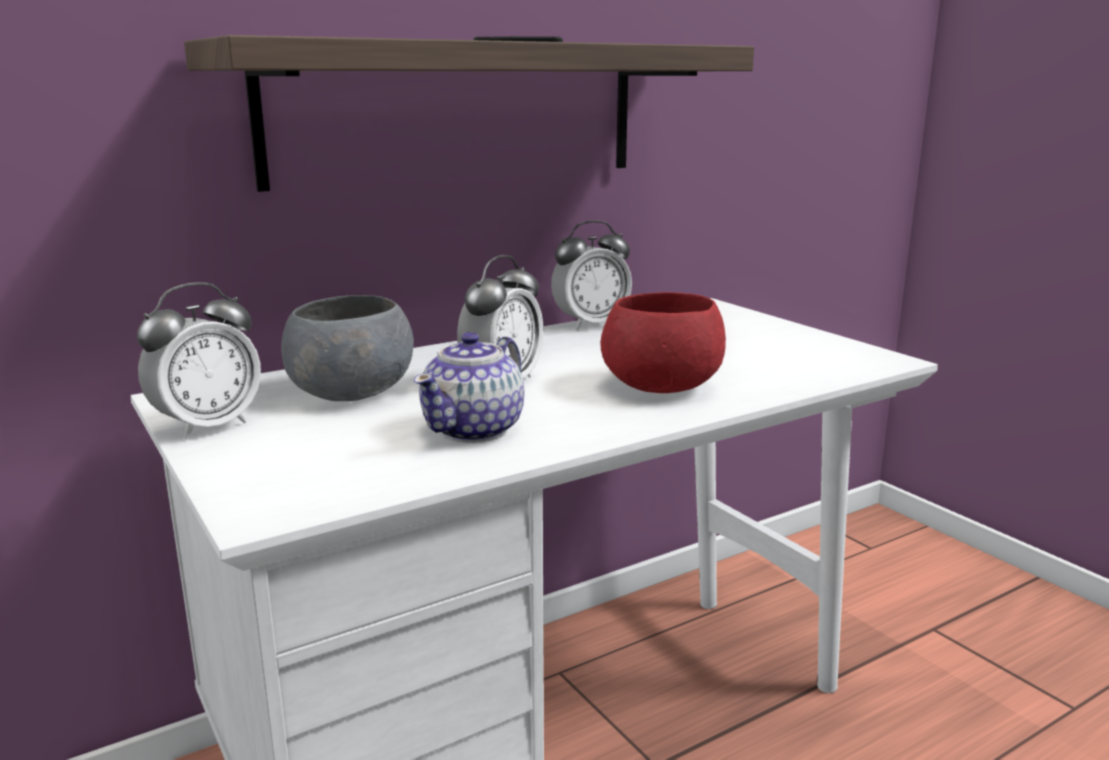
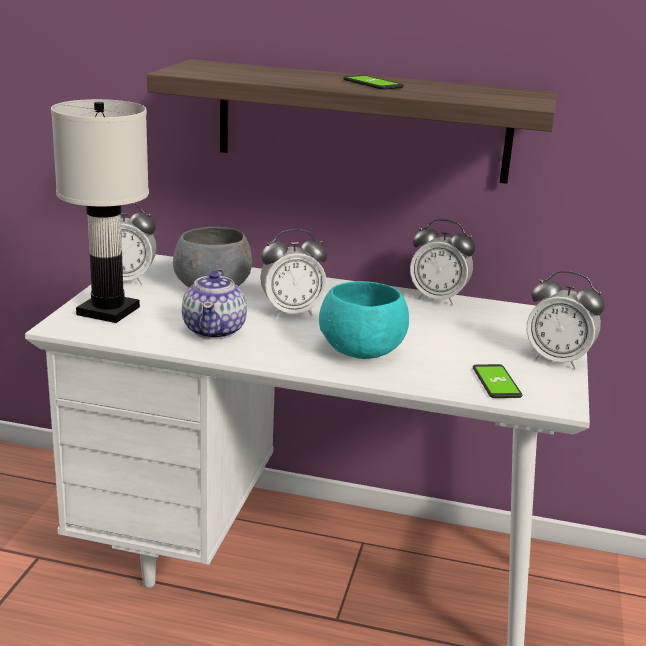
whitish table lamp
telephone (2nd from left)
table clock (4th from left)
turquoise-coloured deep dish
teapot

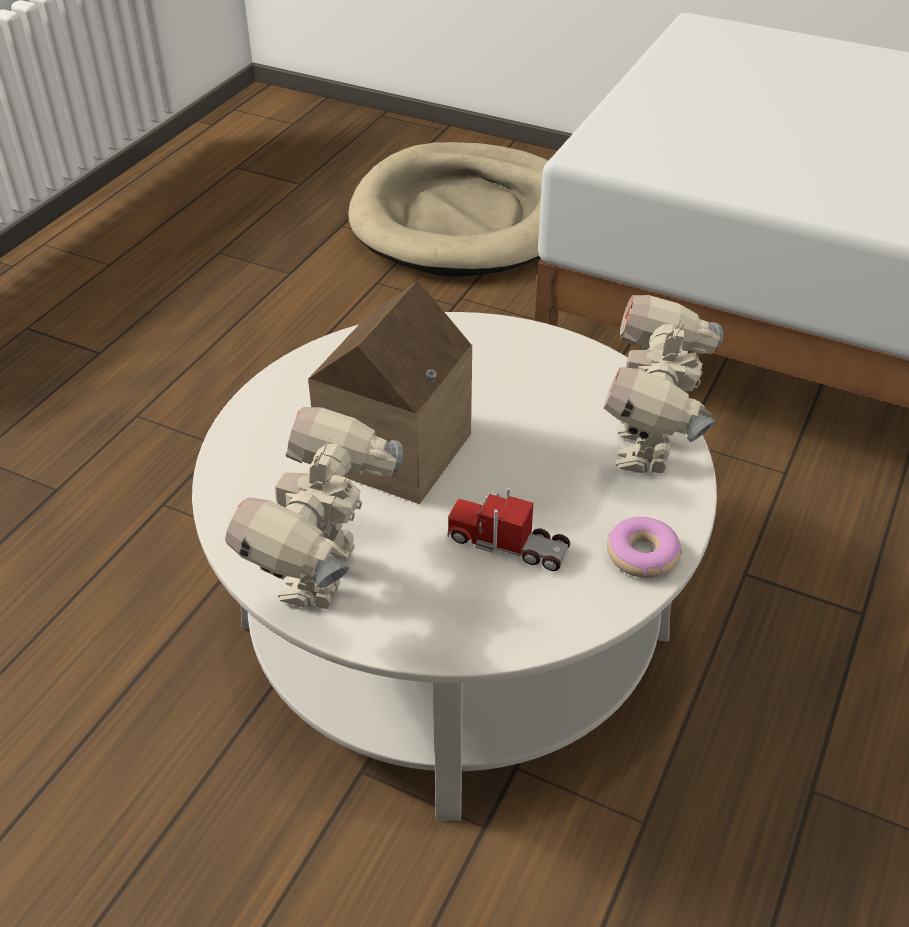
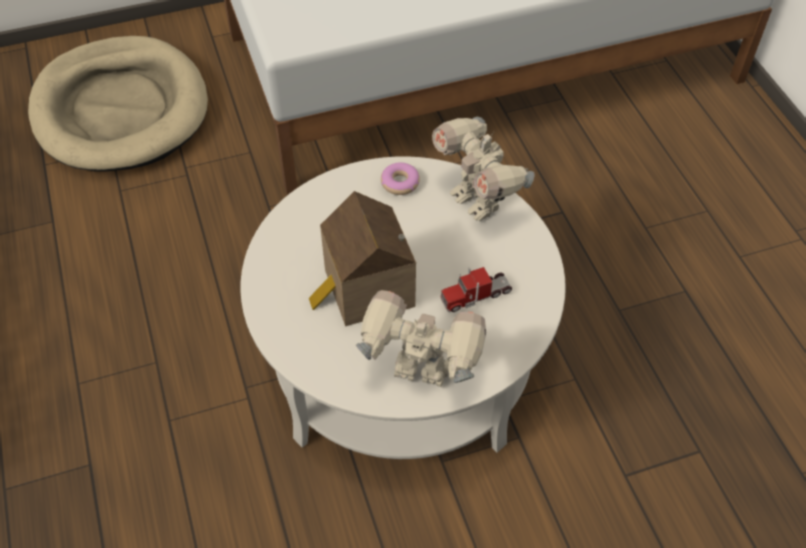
donut
toy robot (1st from left)

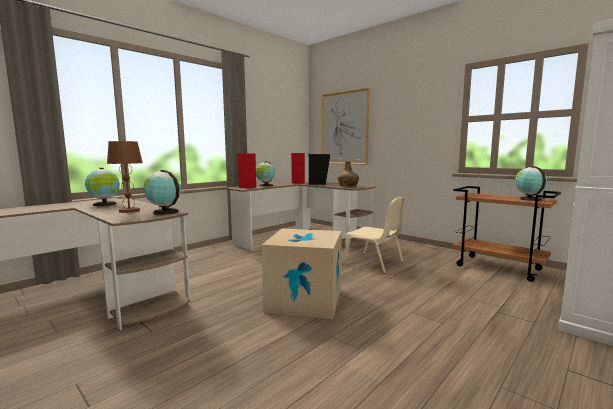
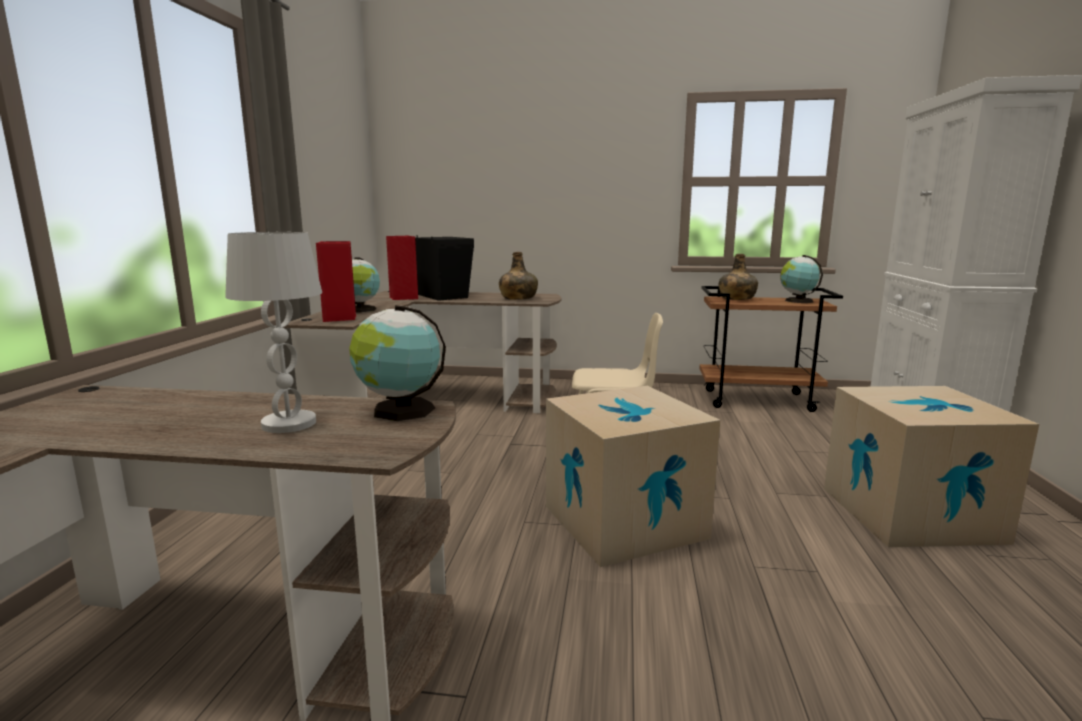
world globe (1st from left in the first image)
wall picture
green-coloured drink bottle (2nd from left)
packing box (2nd from left)
whitish table lamp

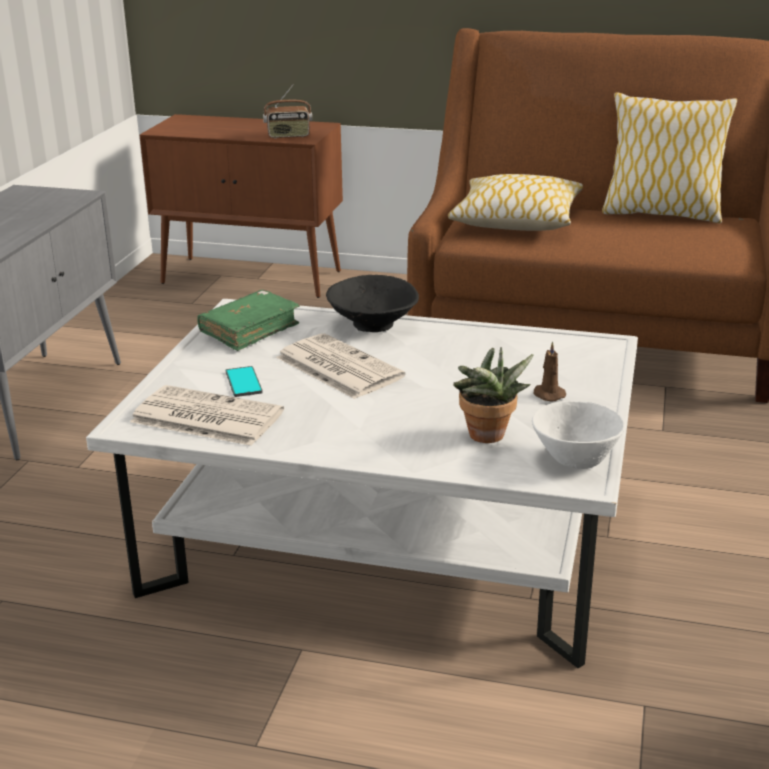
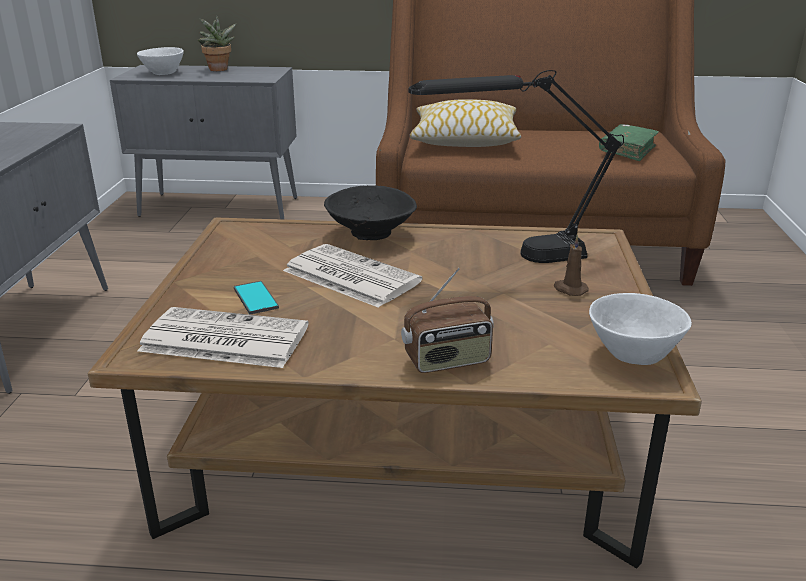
throw pillow (2nd from left in the first image)
whitish deep dish (1st from left)
black-coloured table lamp
green-coloured book
radio receiver
potted plant
brown-coloured low table
grey storage cabinet (2nd from left)

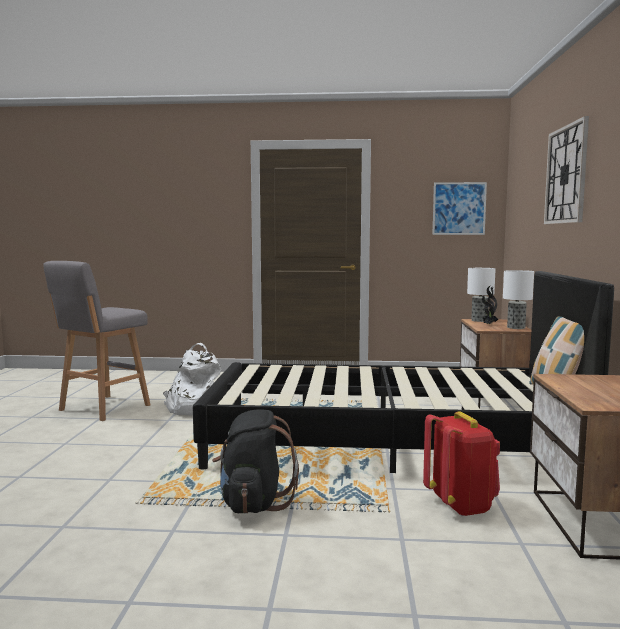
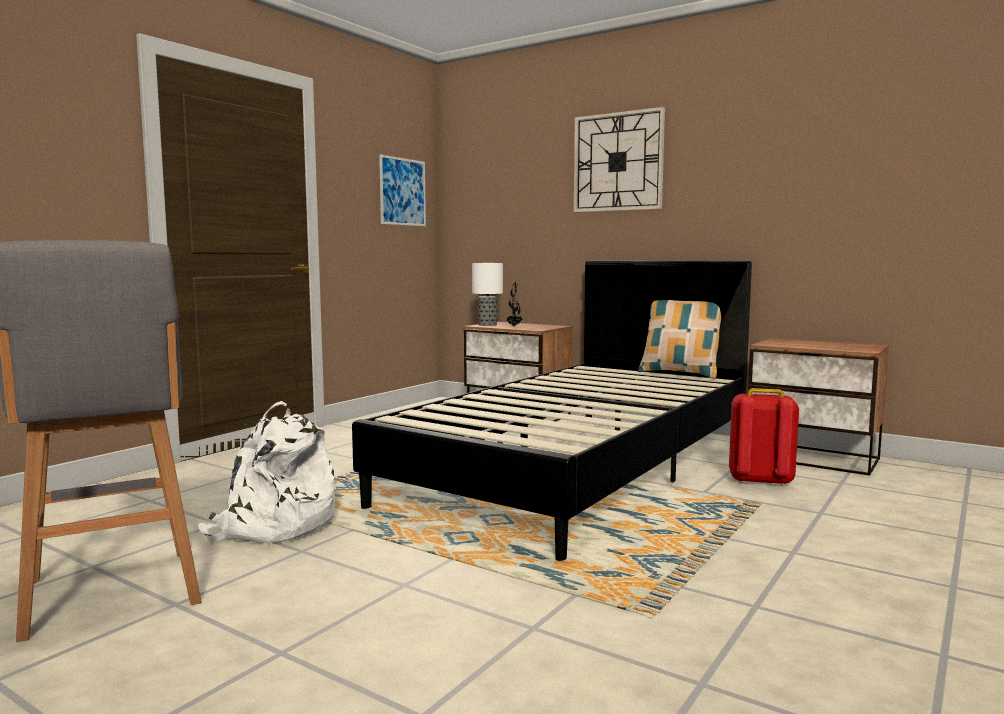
black-coloured rucksack
table lamp (2nd from left in the first image)

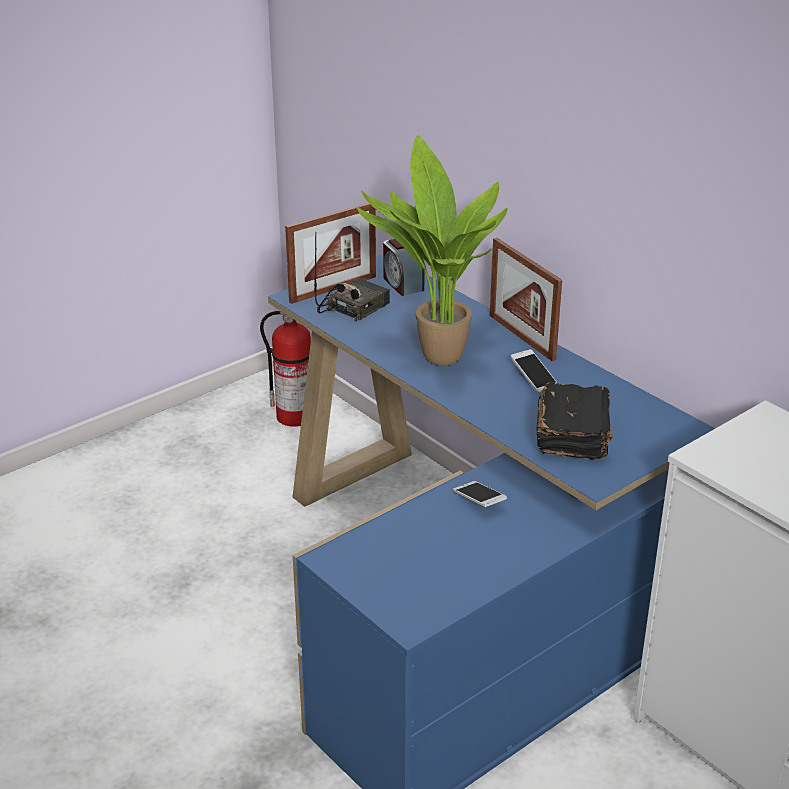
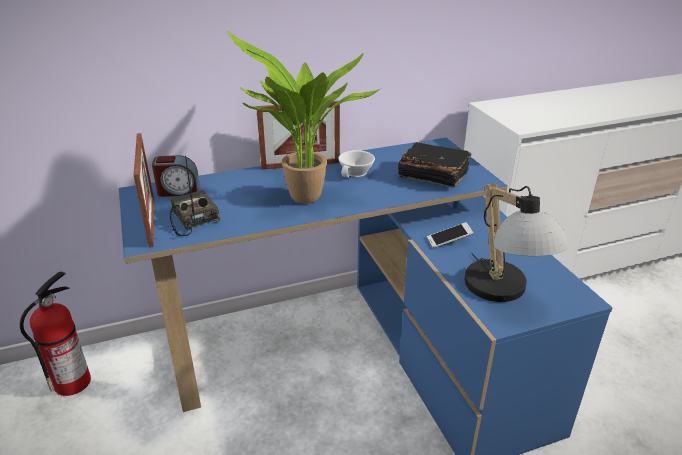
table lamp
whitish drinking cup

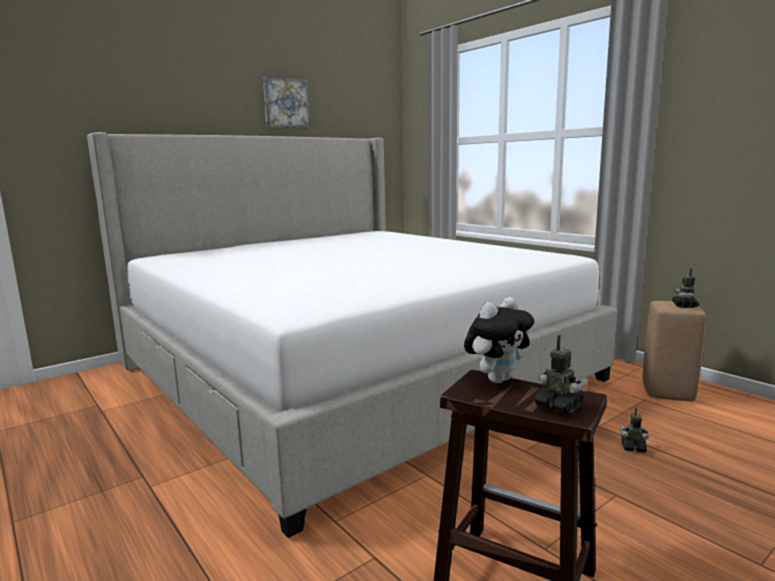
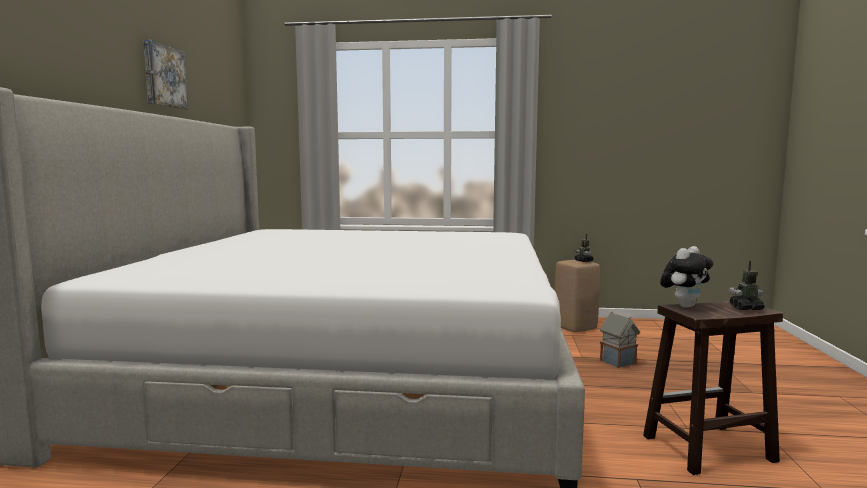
toy house
plush toy

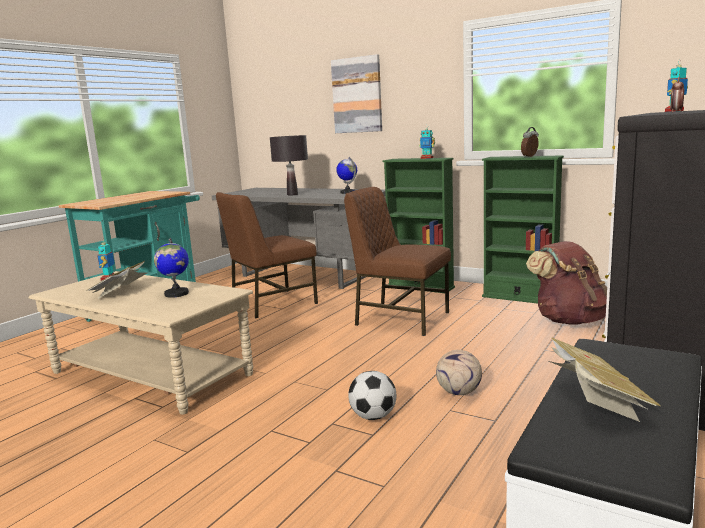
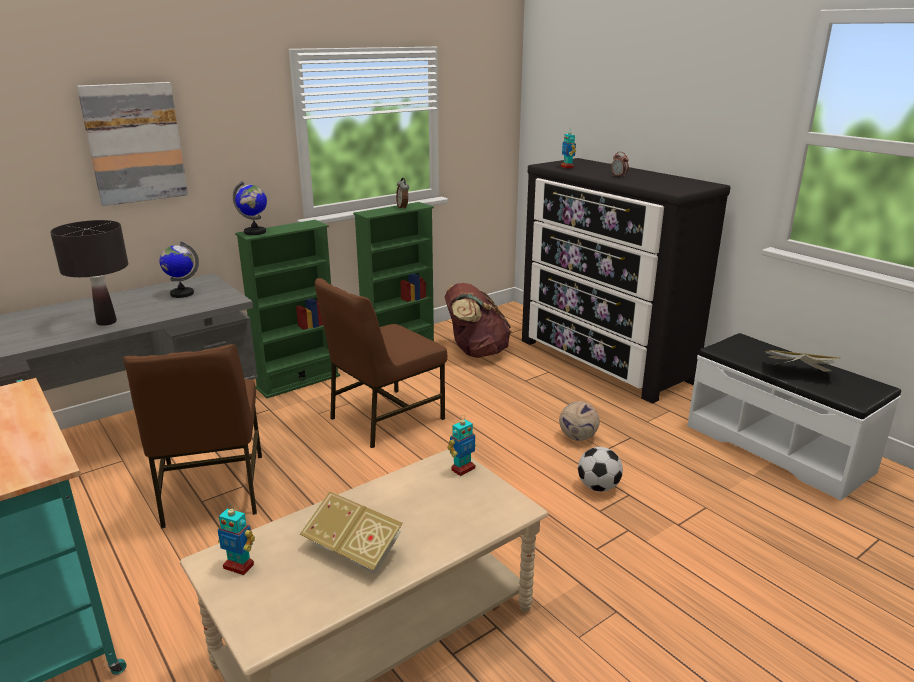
world globe (2nd from left)
toy robot (2nd from left)

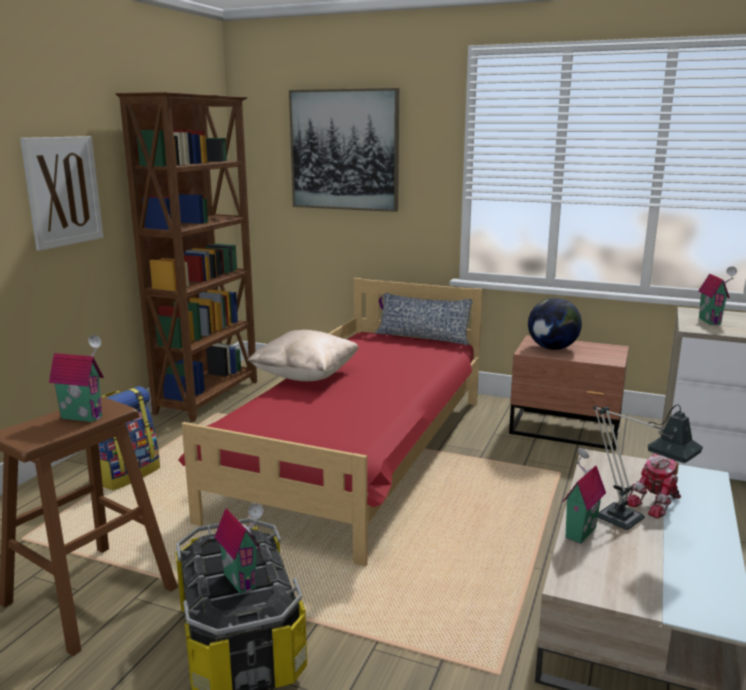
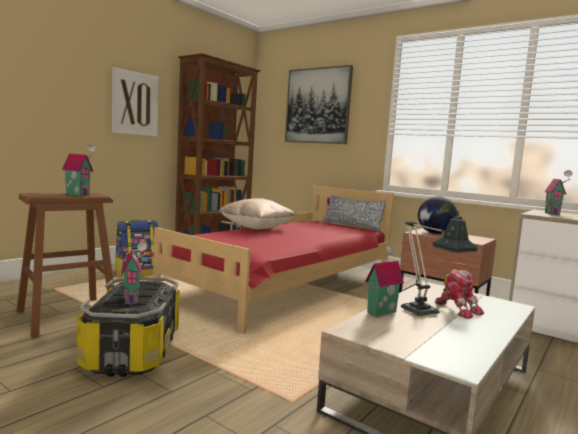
toy robot

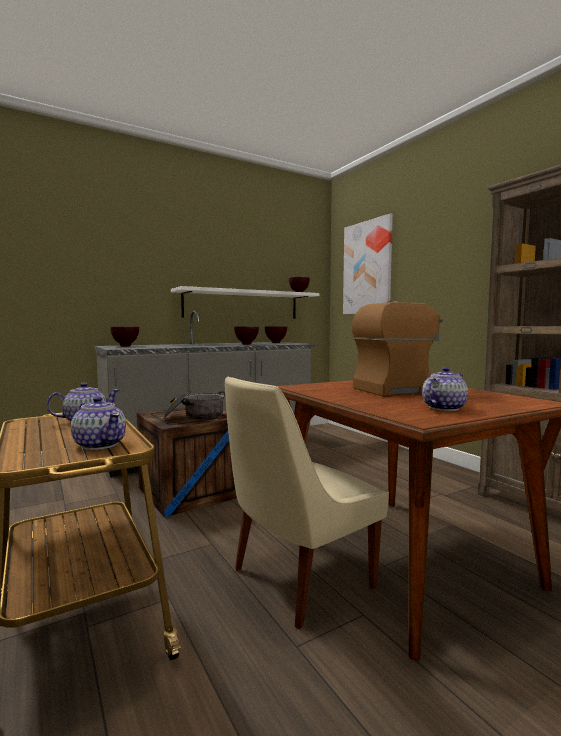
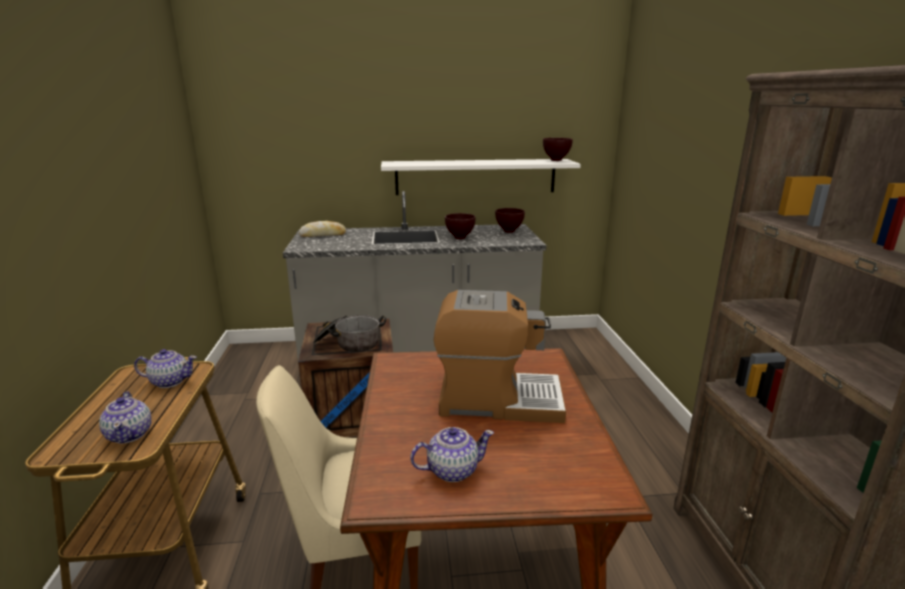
wall picture
baked bread

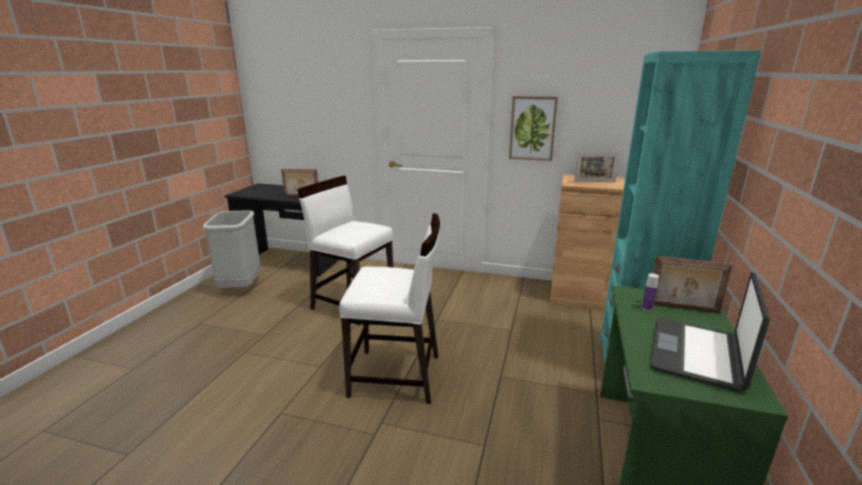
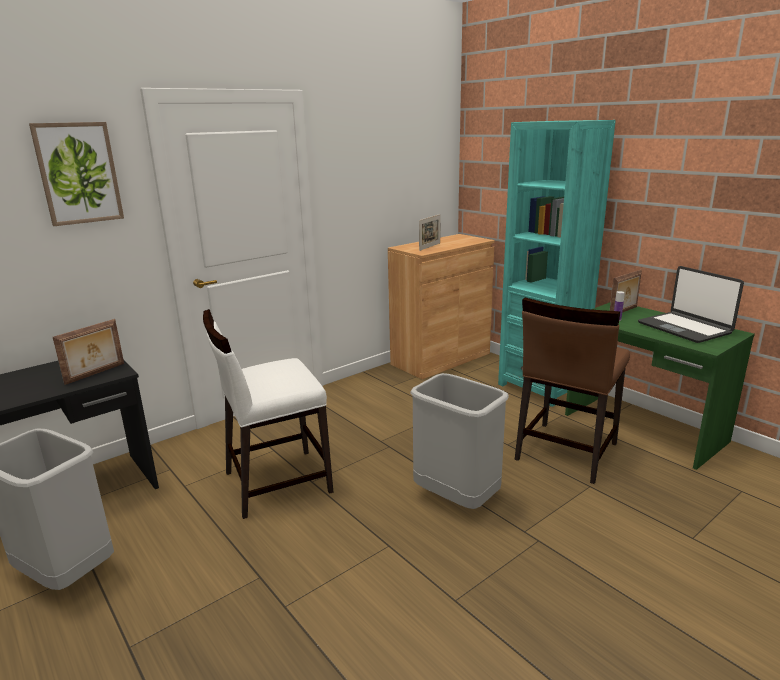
brown-coloured upright chair
wall picture
grey trash can (2nd from left)

